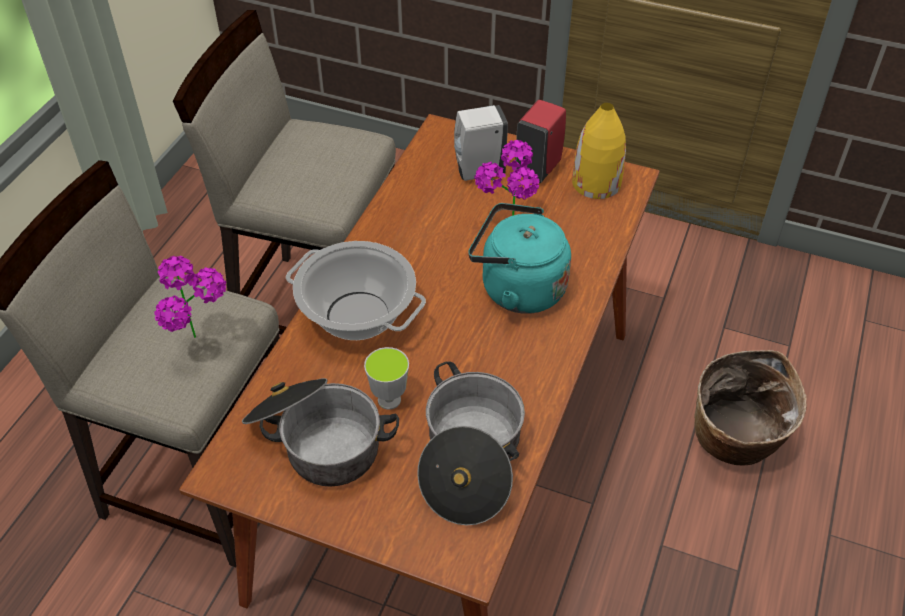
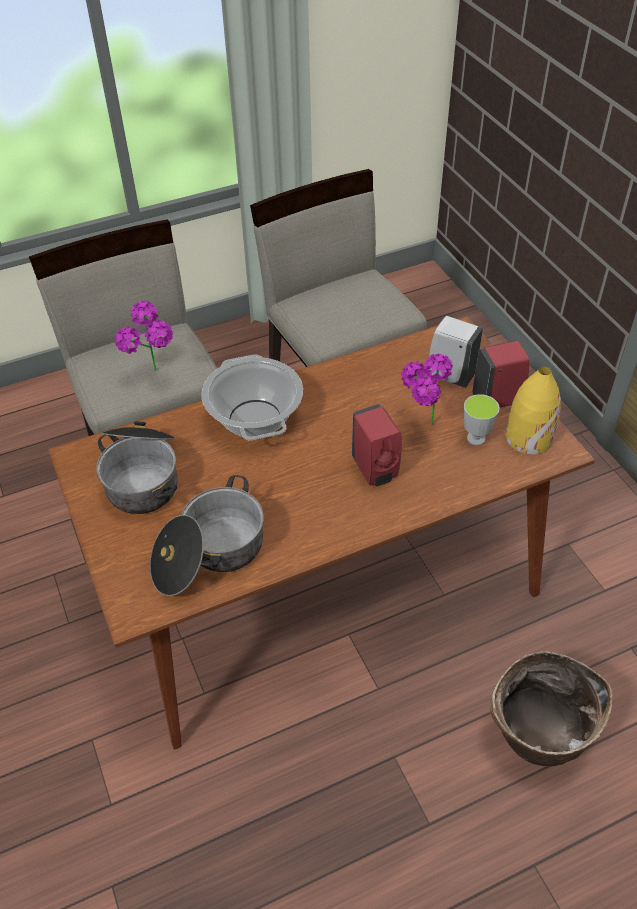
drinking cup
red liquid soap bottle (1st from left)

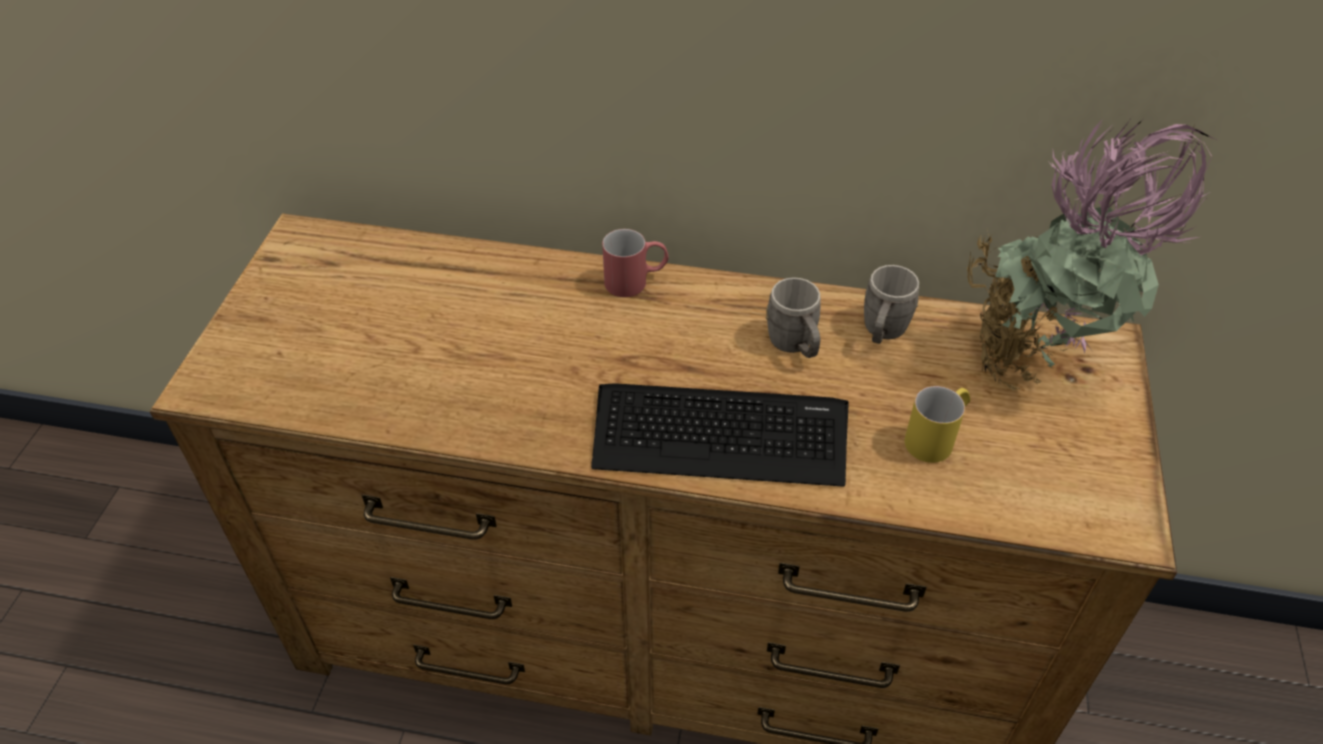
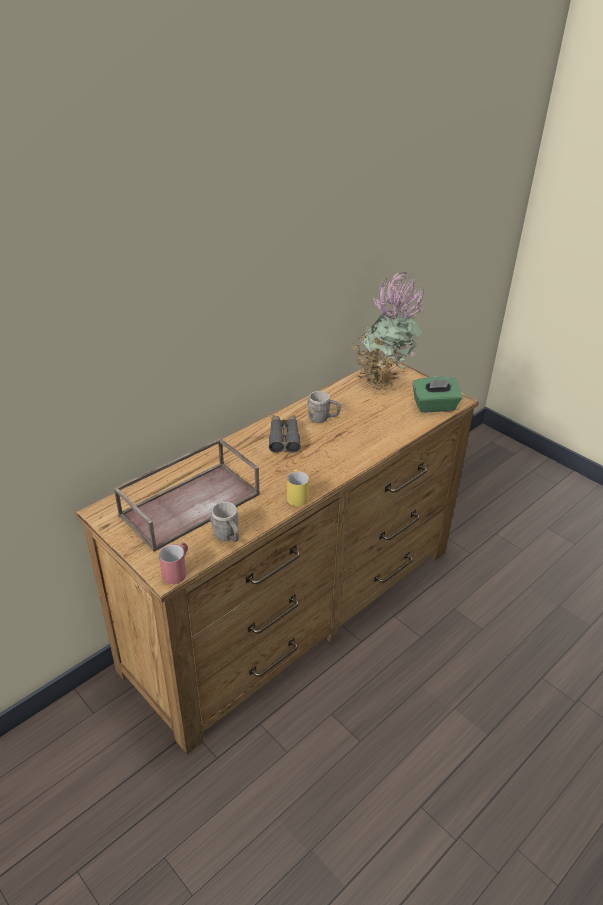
PC keyboard
brown-coloured serving tray
grey pair of binoculars
green-coloured tissue holder
red mug
grey mug (1st from left)
yellow mug

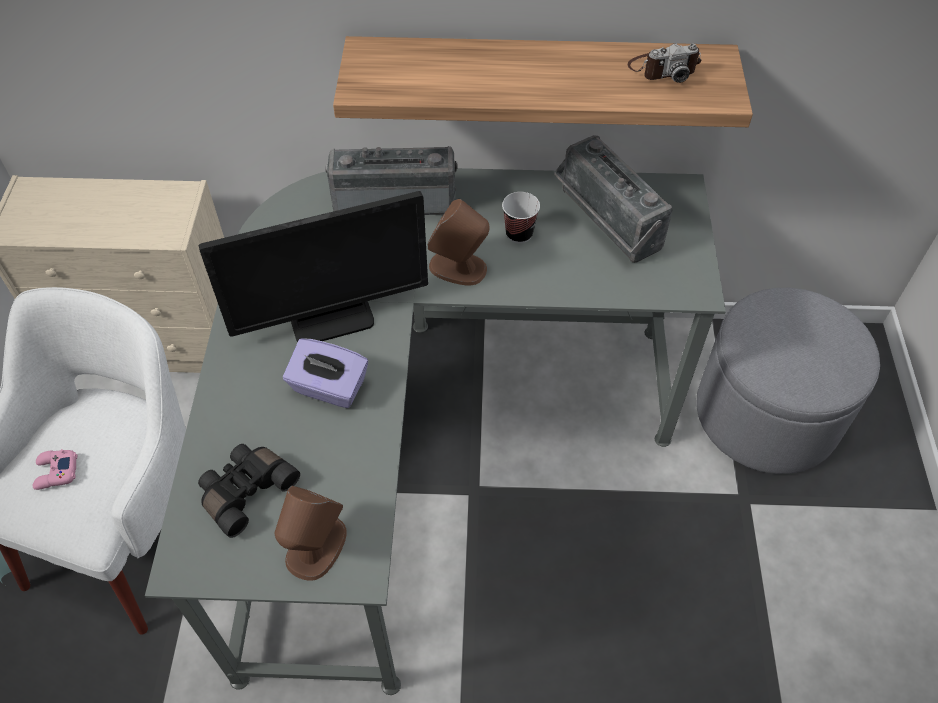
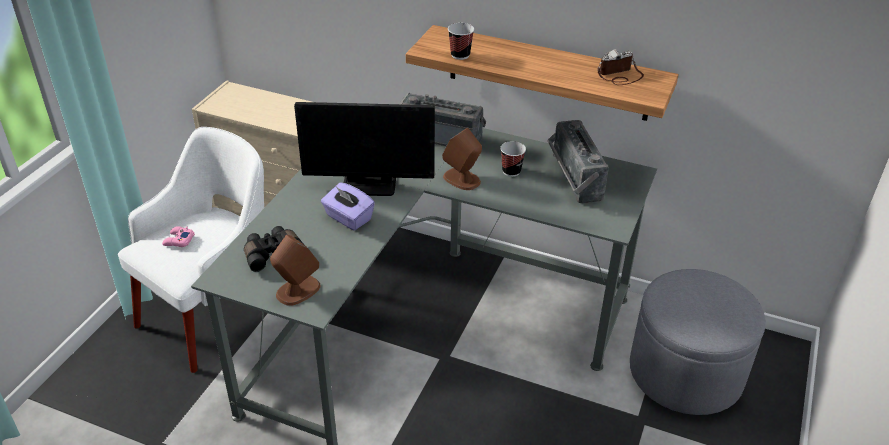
drinking cup (1st from left)
still camera

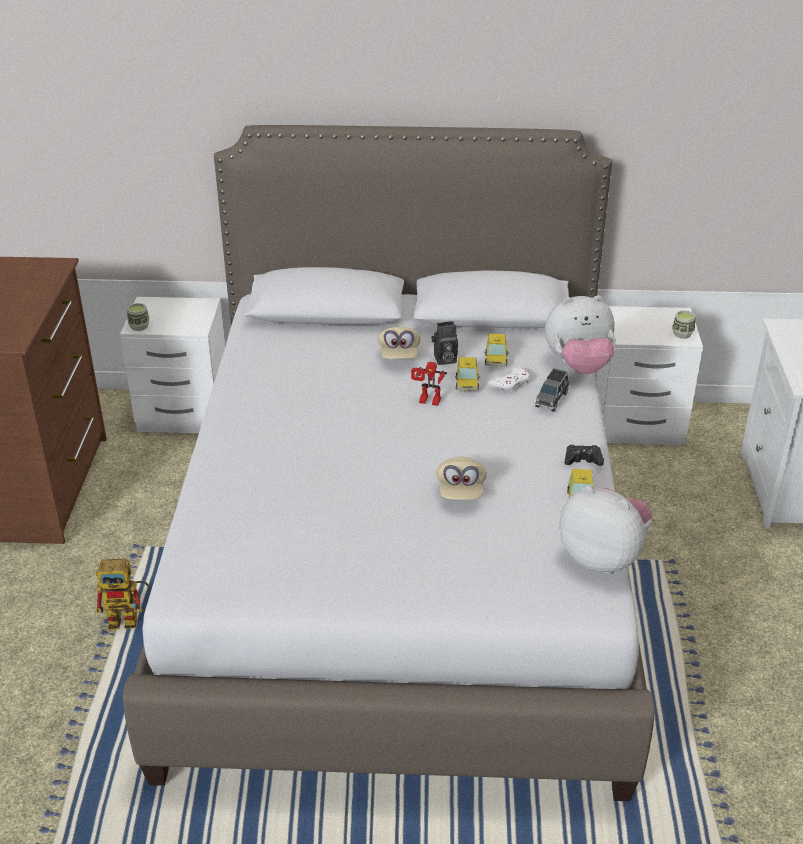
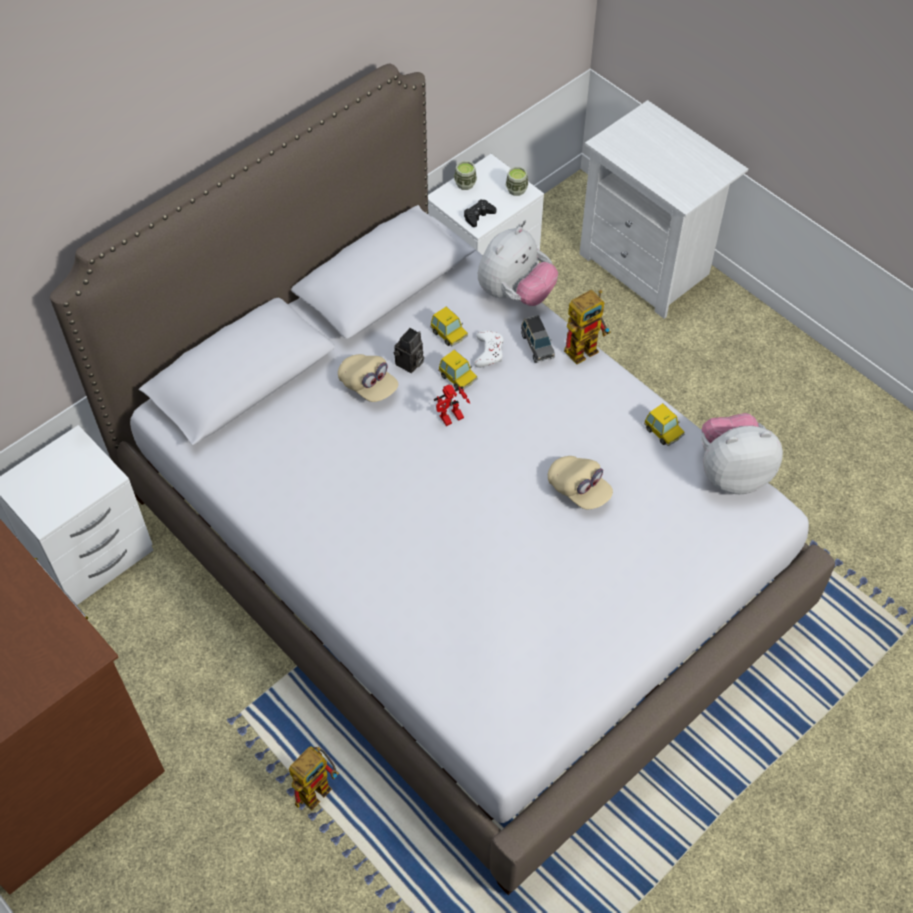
toy robot (3rd from left)
drinking cup (1st from left)
black-coloured joypad

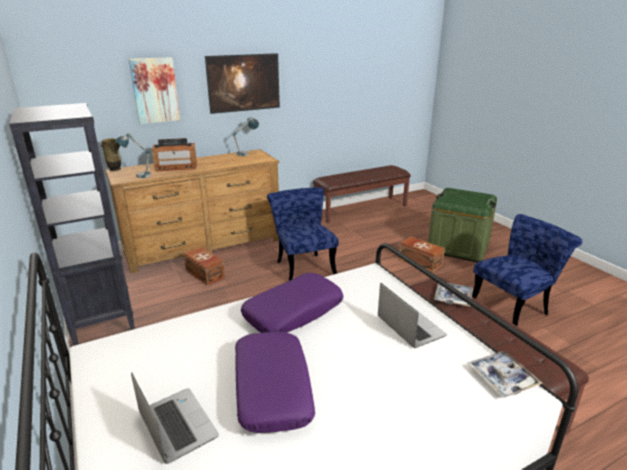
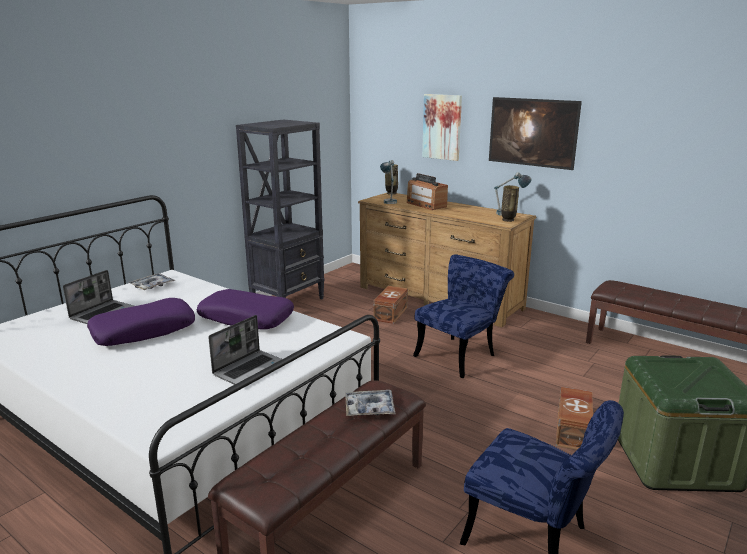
vase (2nd from left)
serving tray (1st from left)

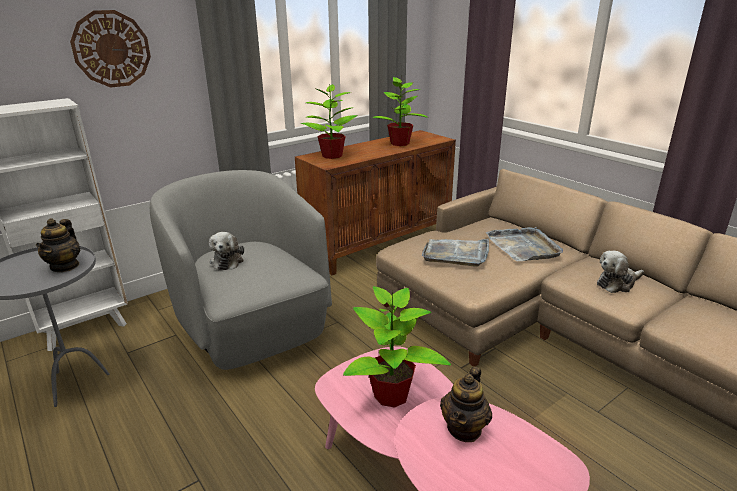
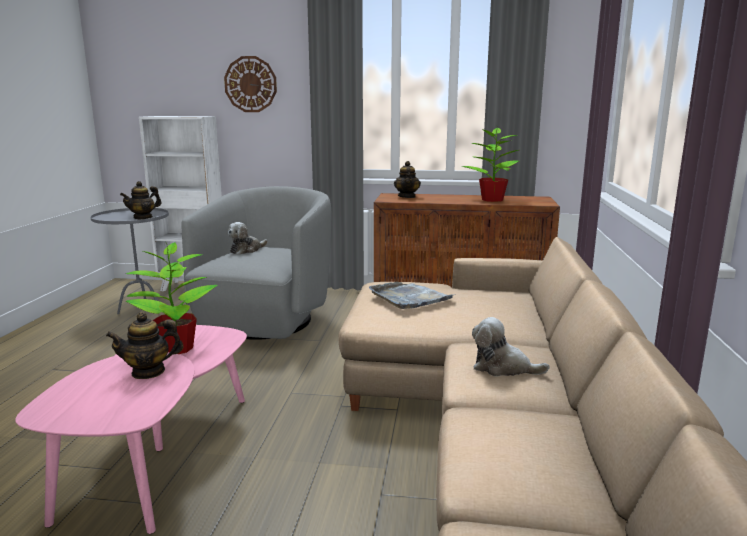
grey serving tray (2nd from left in the first image)
teapot (3rd from left)

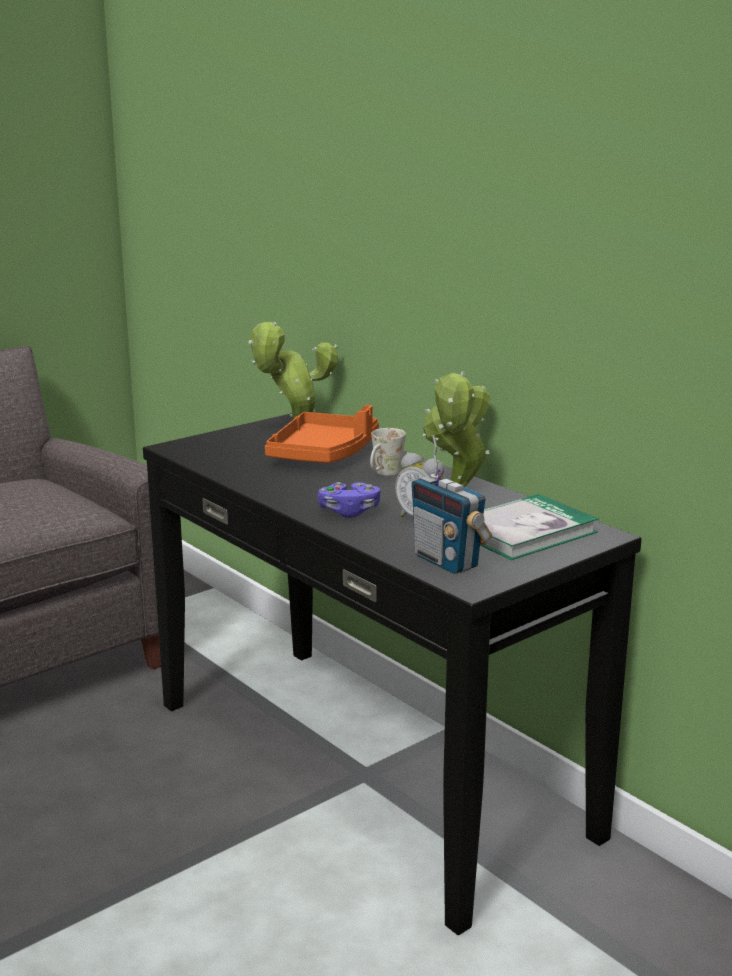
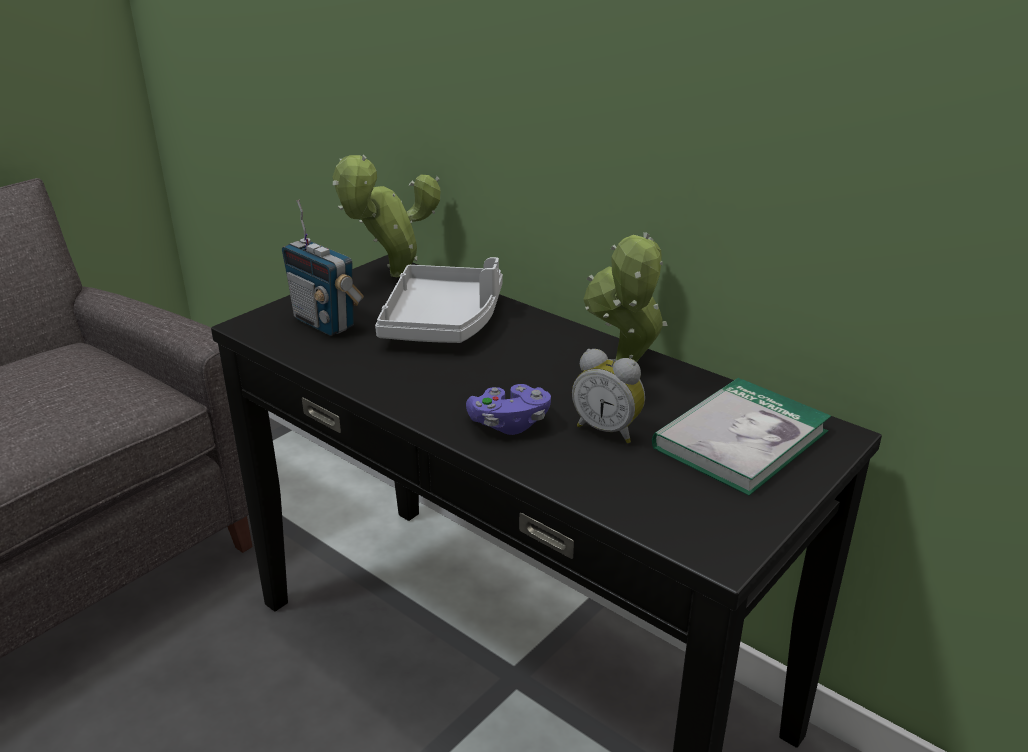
whitish mug
radio receiver
grey serving tray

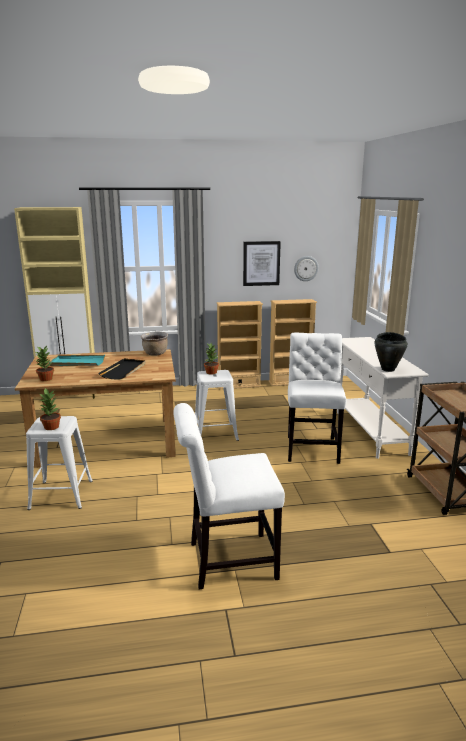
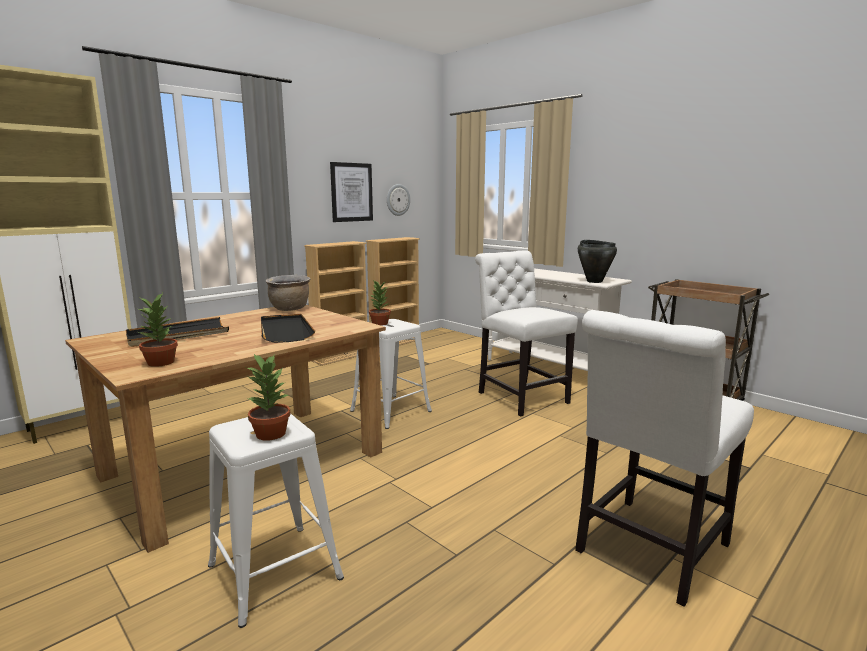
black-coloured serving tray (1st from left)

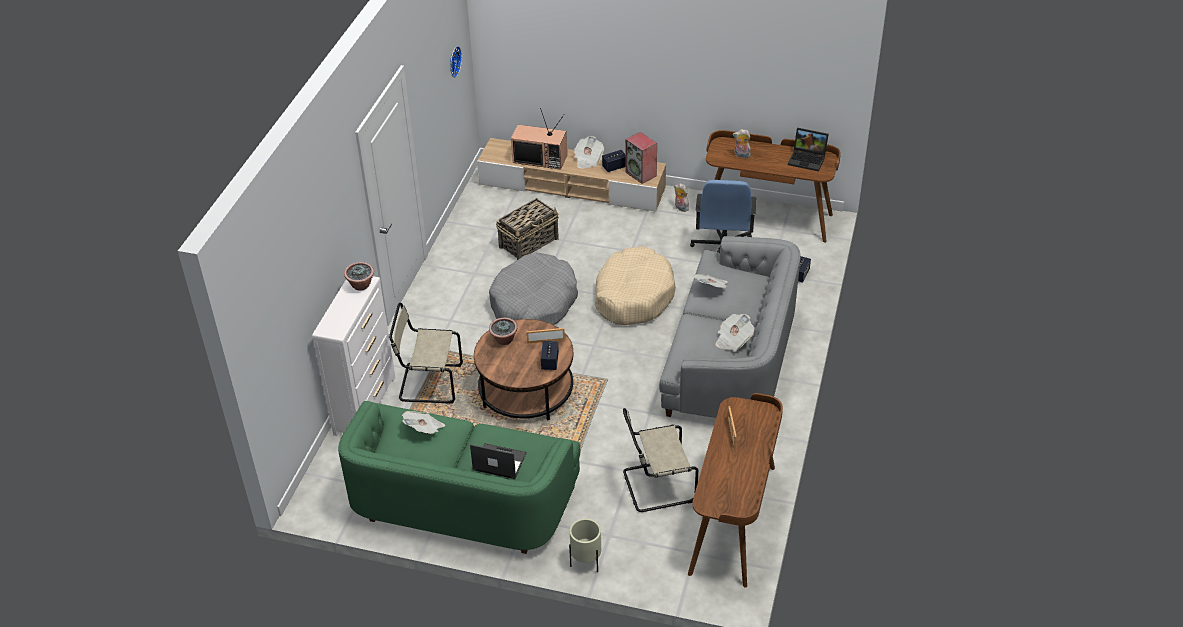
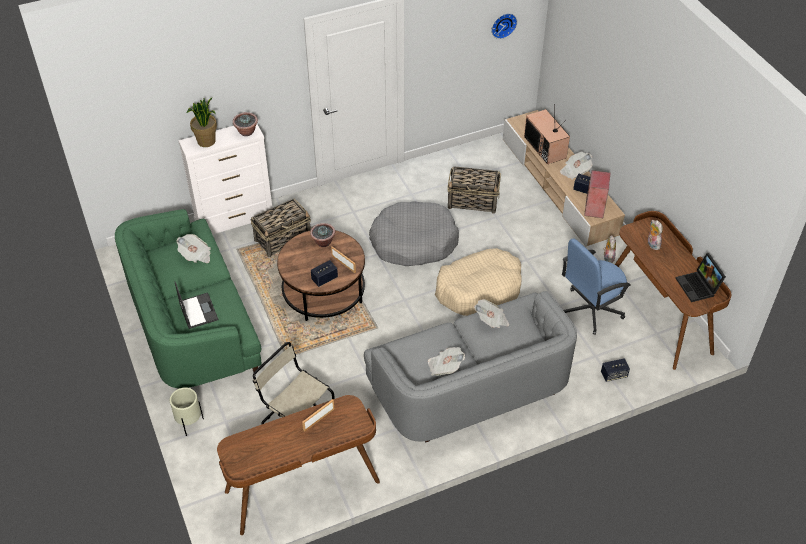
potted plant (1st from left)
household basket (1st from left)

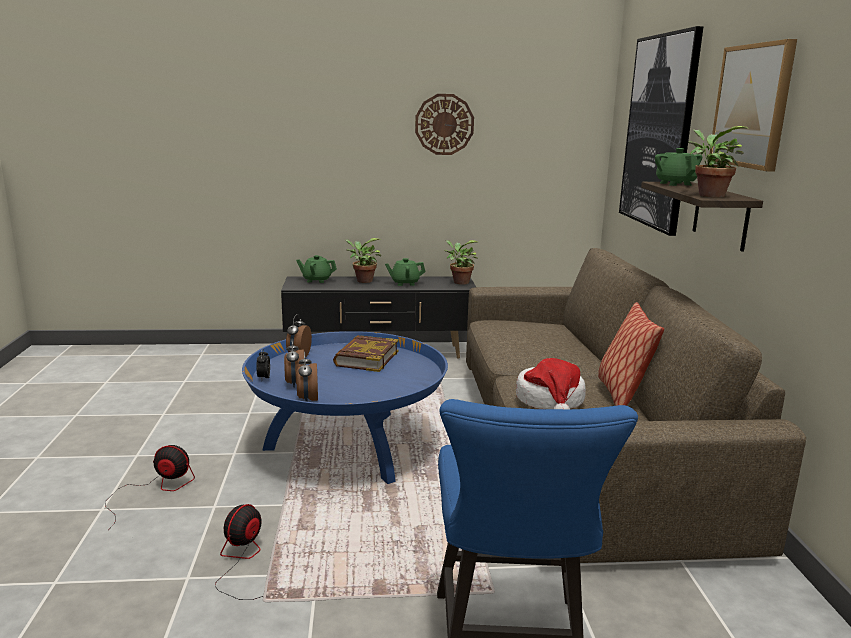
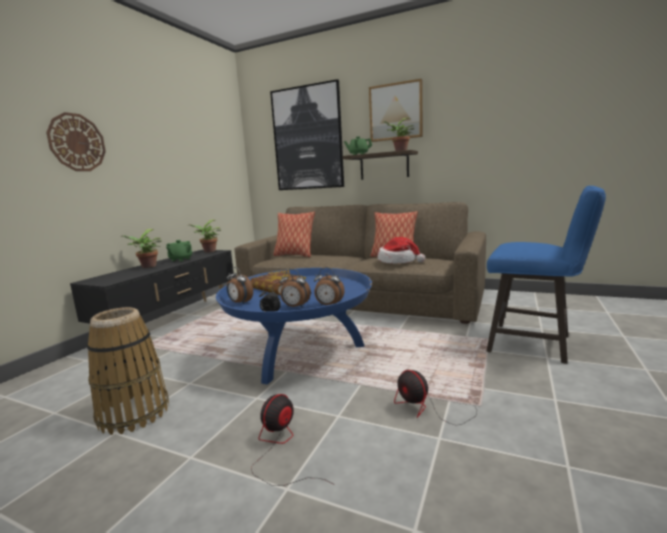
green-coloured teapot (1st from left in the first image)
household basket
throw pillow (1st from left)
hanging clock

